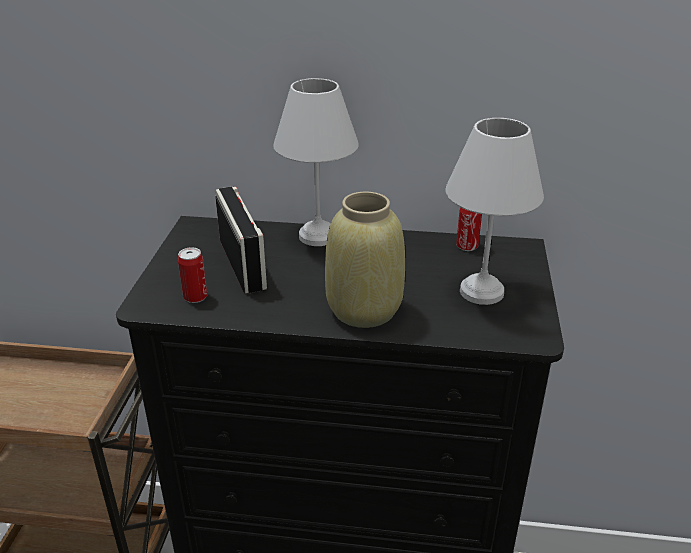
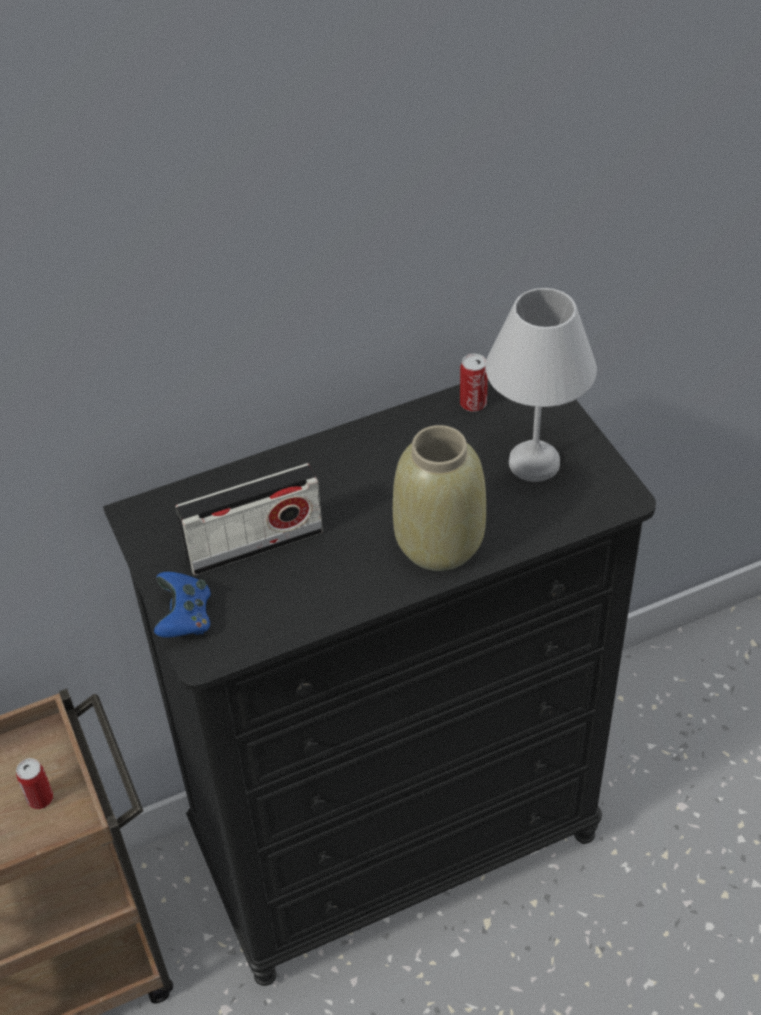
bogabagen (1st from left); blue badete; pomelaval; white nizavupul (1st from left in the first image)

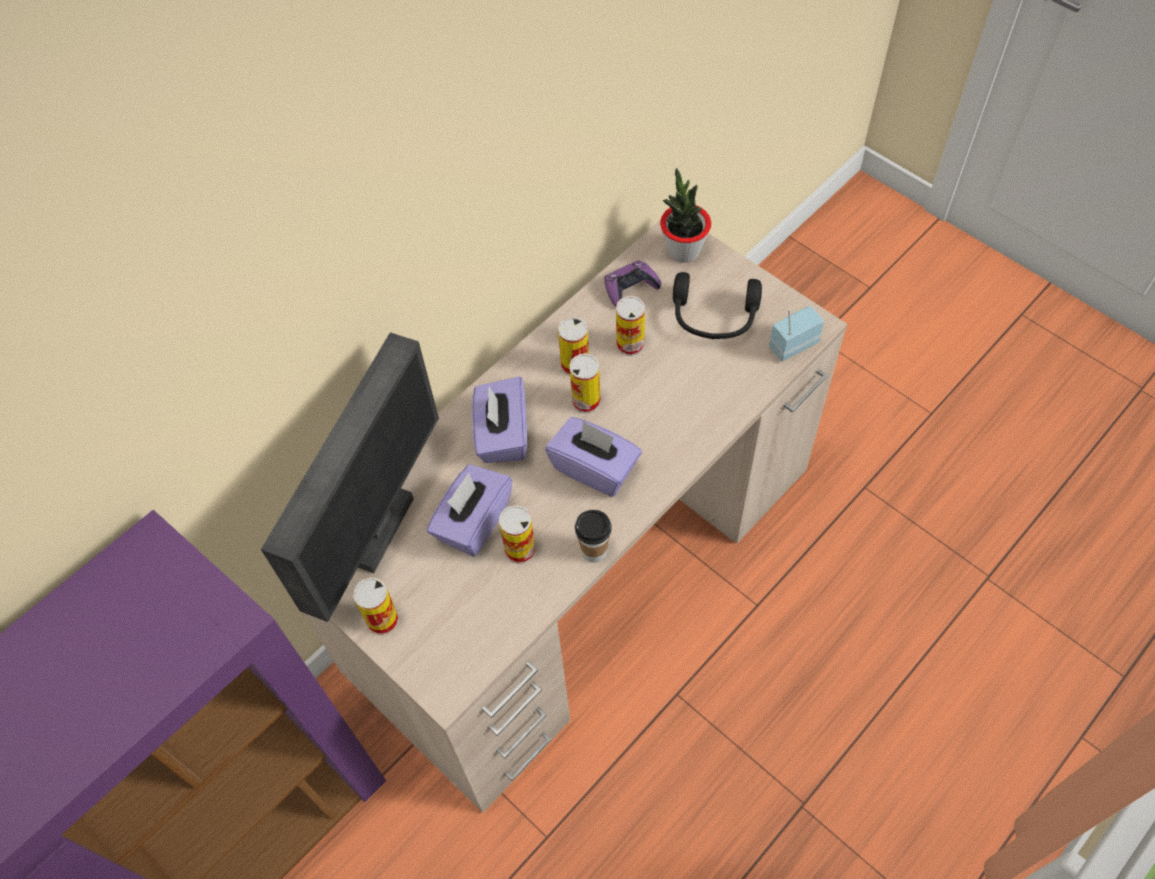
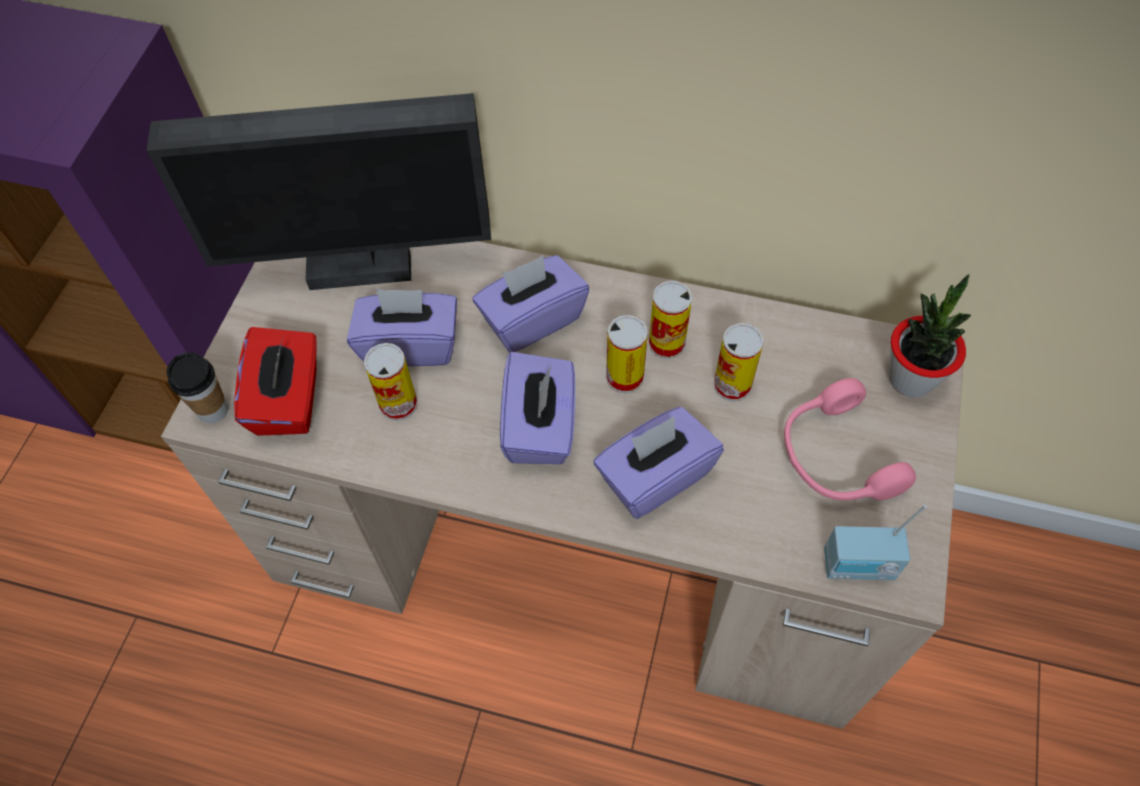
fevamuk; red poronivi; purple poronivi (4th from left); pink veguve; pomelaval; bogabagen (1st from left in the first image); purple badete

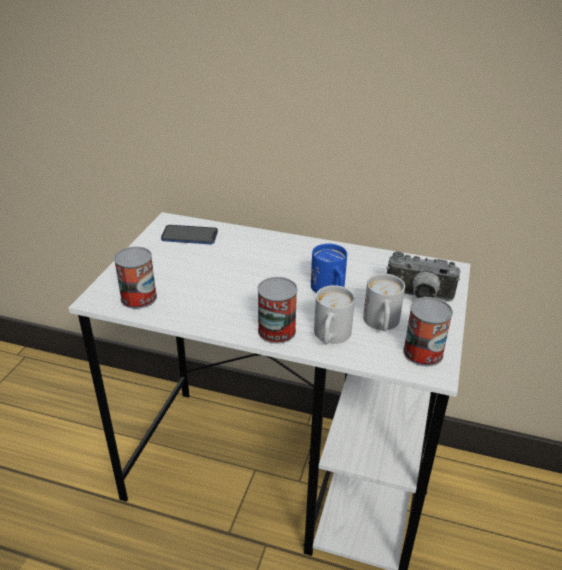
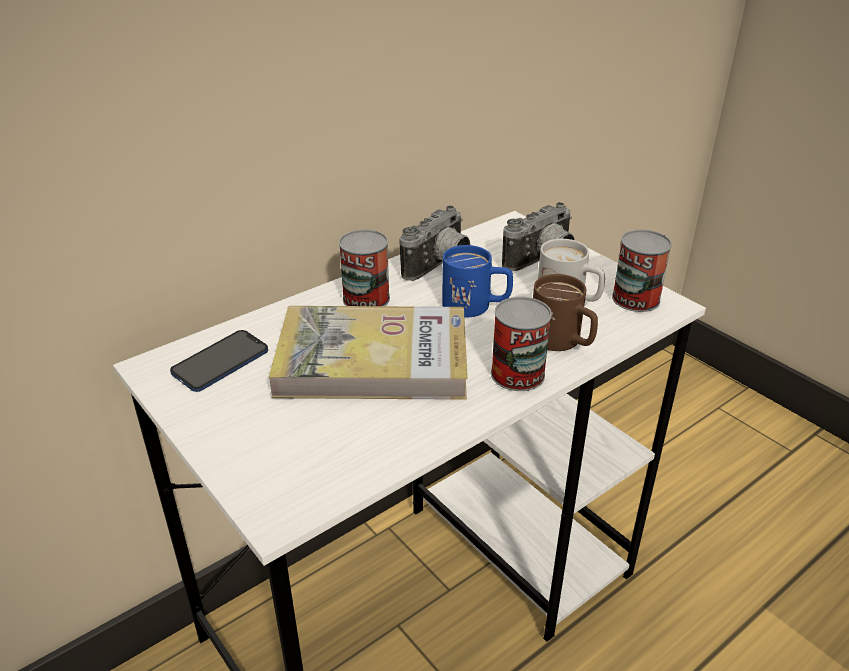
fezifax; bogabagen (1st from left); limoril (1st from left); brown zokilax

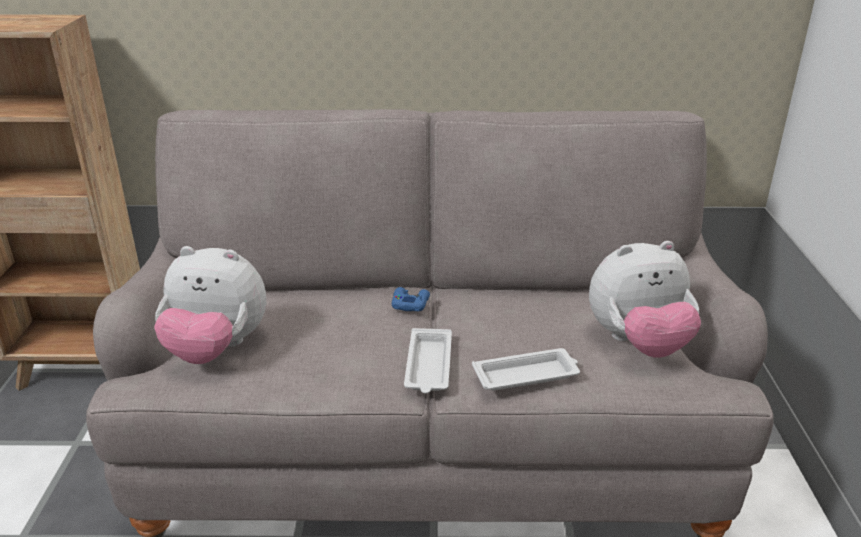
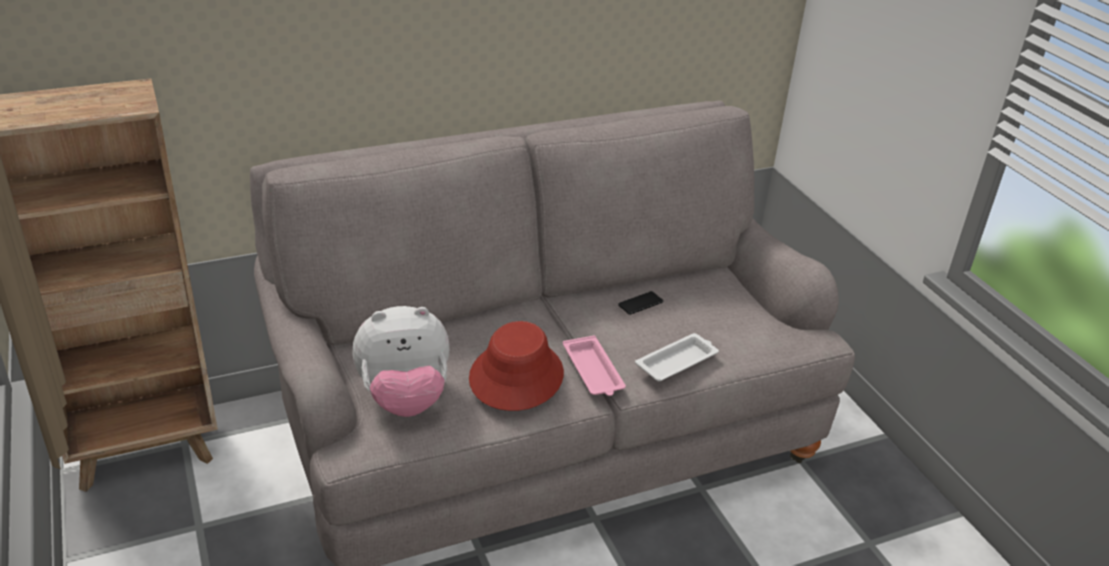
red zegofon; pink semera; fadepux; blue badete; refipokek (2nd from left in the first image)

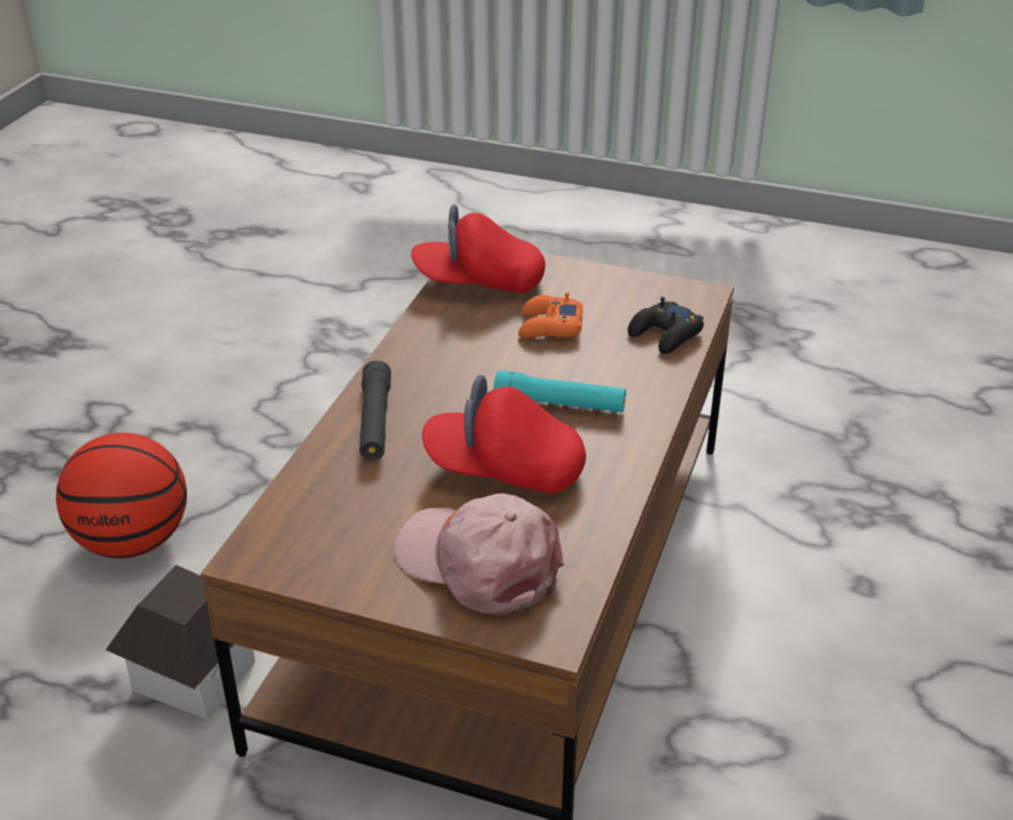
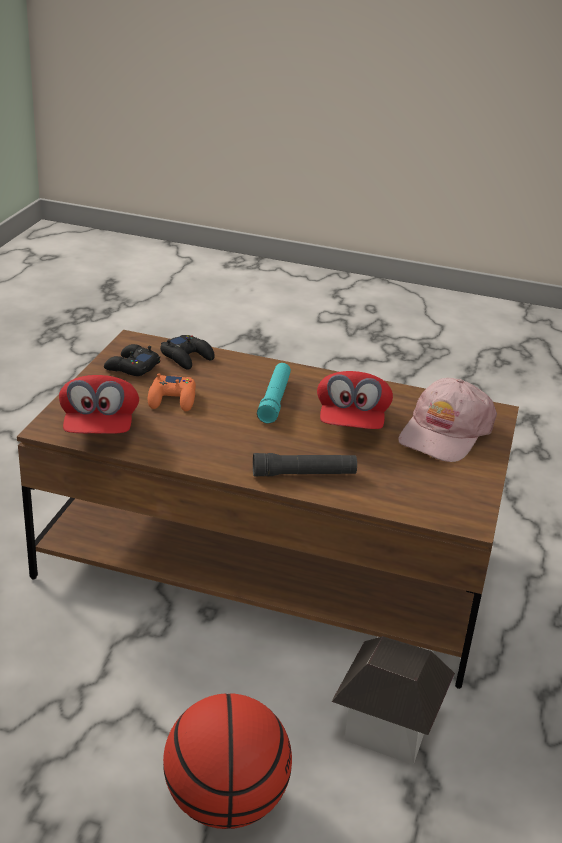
black badete (1st from left)

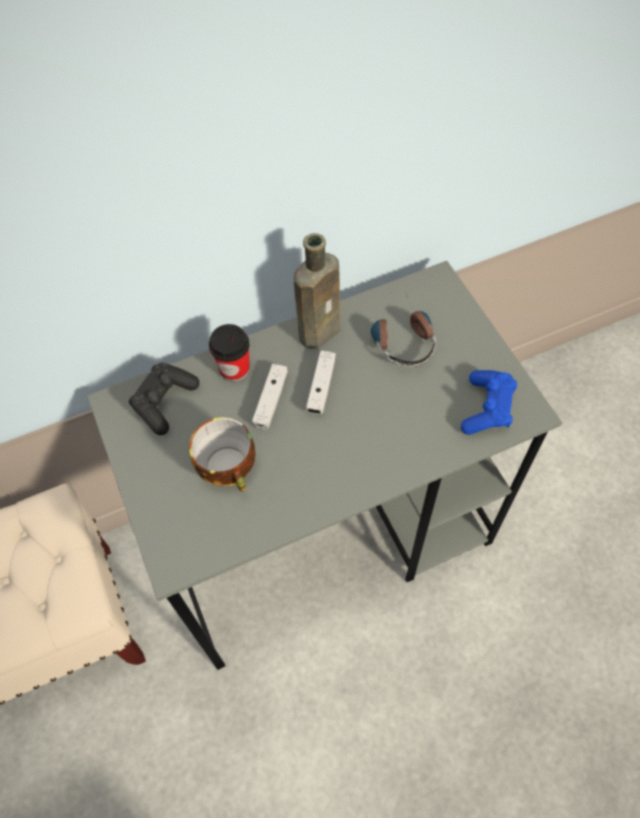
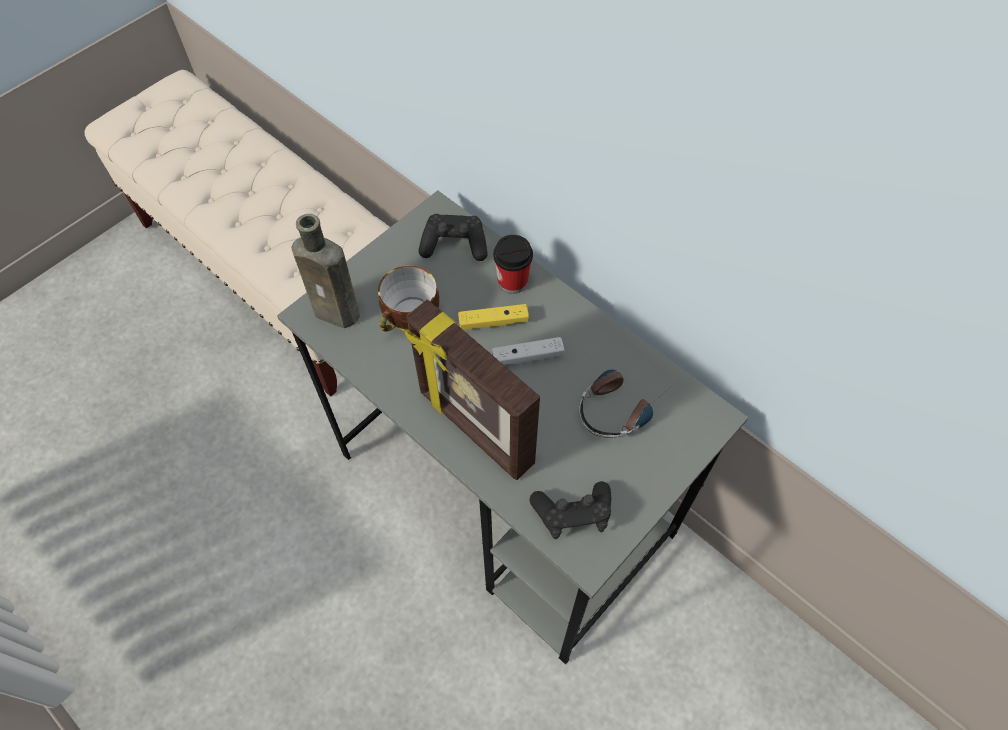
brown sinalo; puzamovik; yellow badete; black badete (2nd from left)

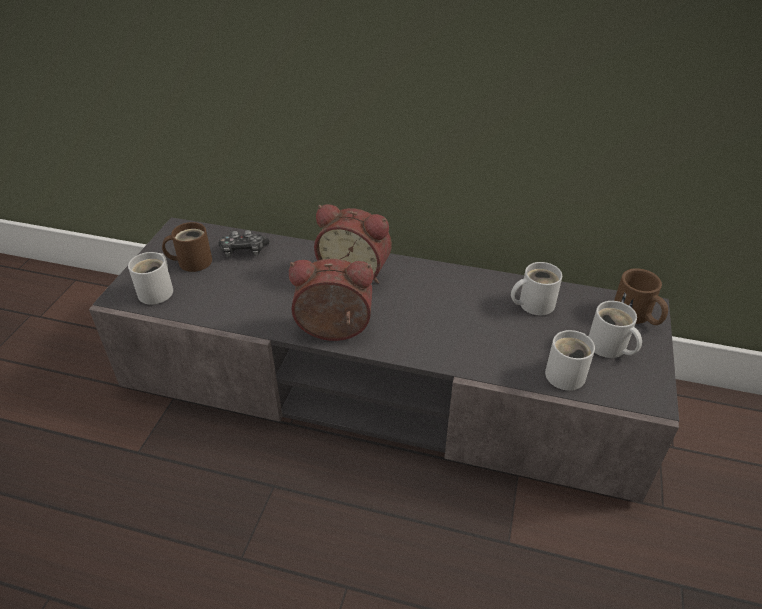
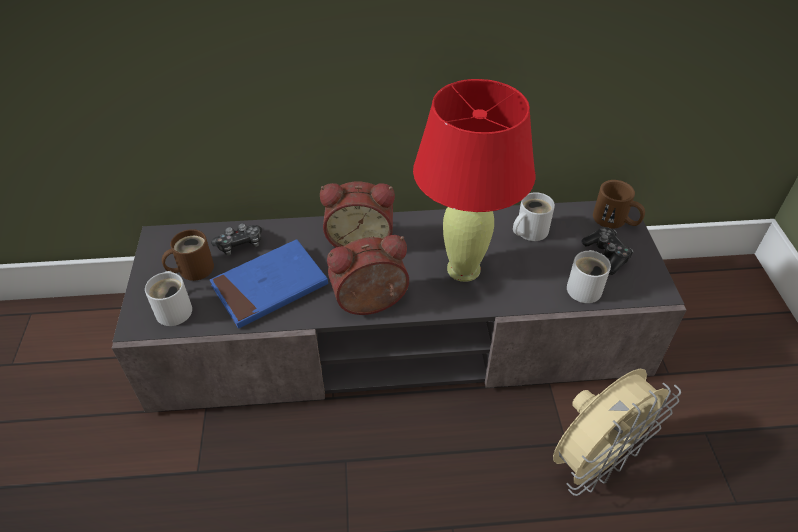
blue fezifax; red nizavupul; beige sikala; badete (2nd from left)

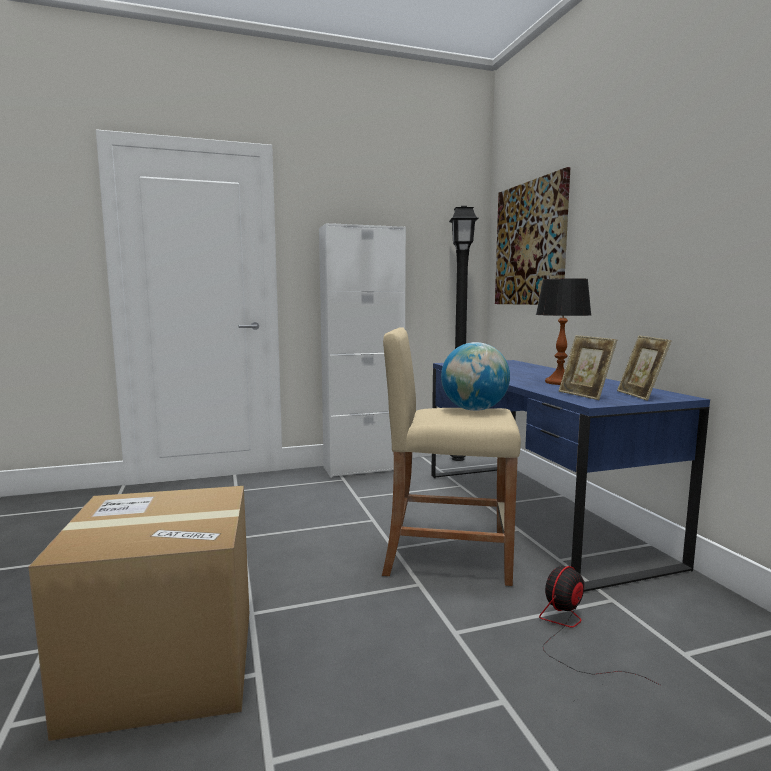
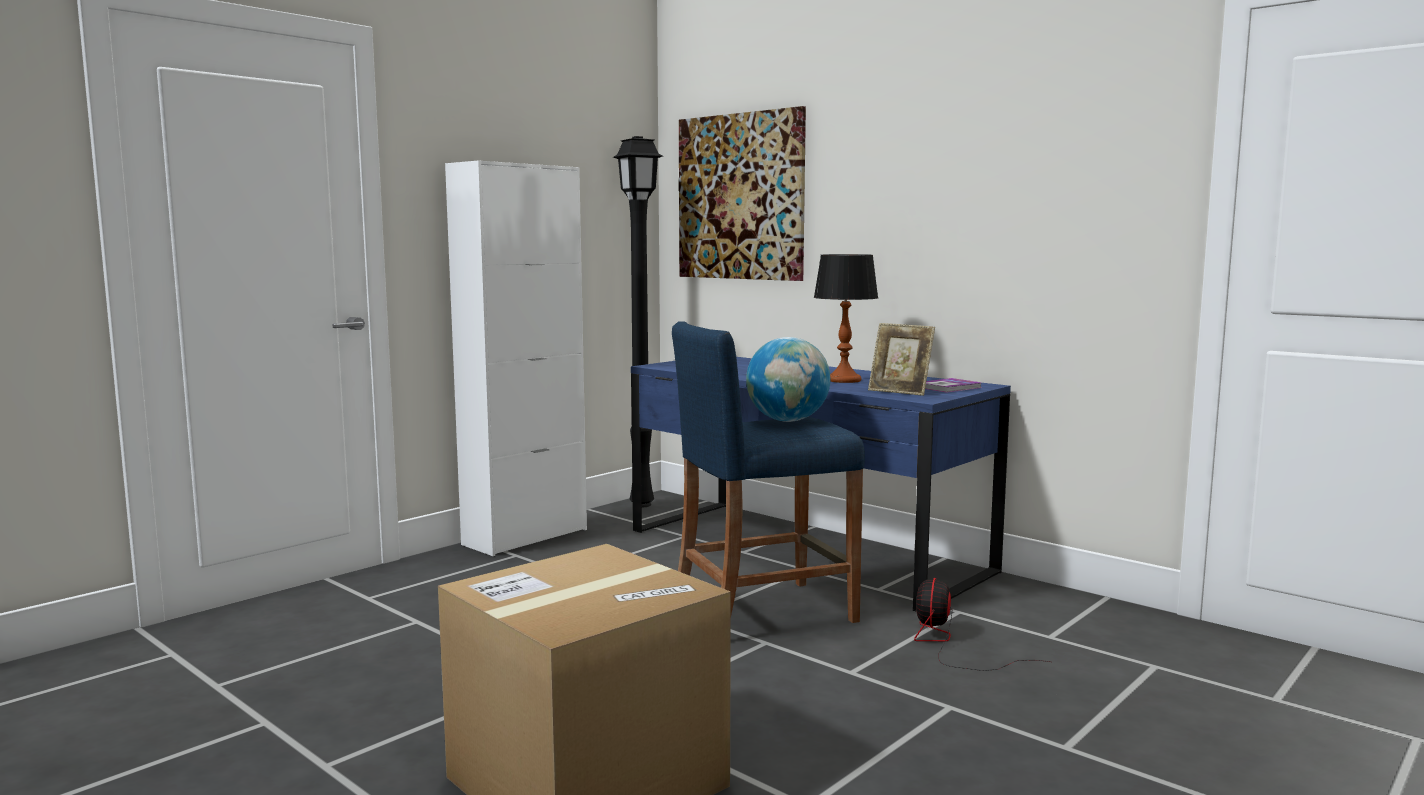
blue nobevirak; fezifax

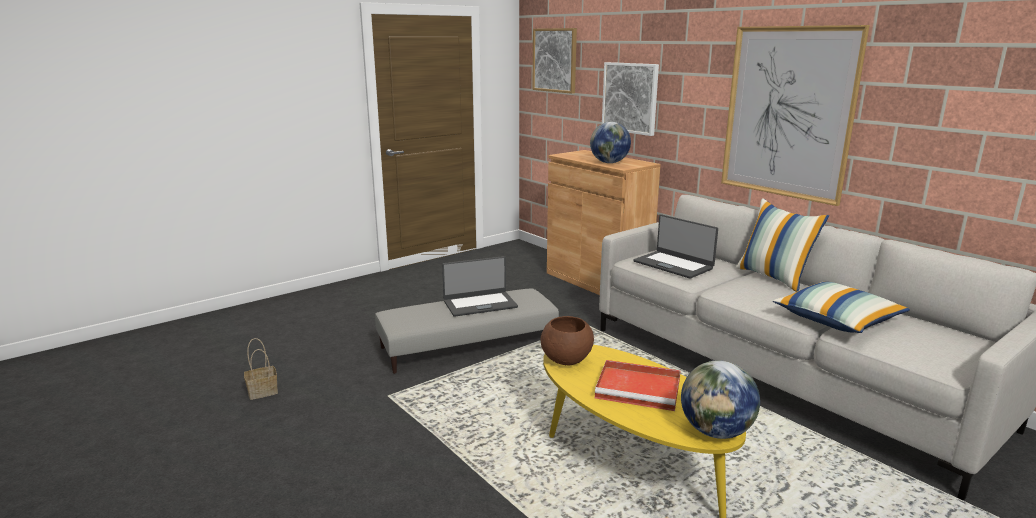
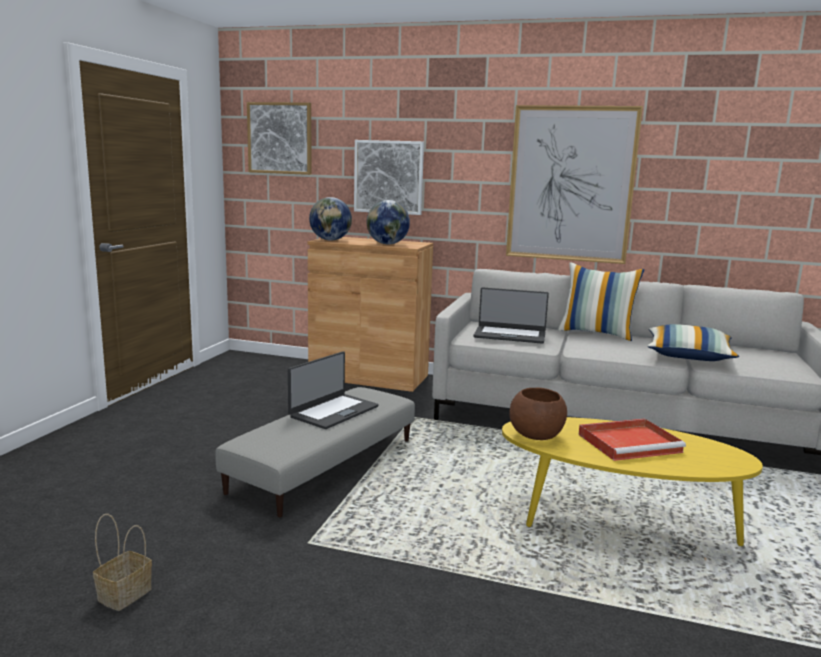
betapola (1st from left)

